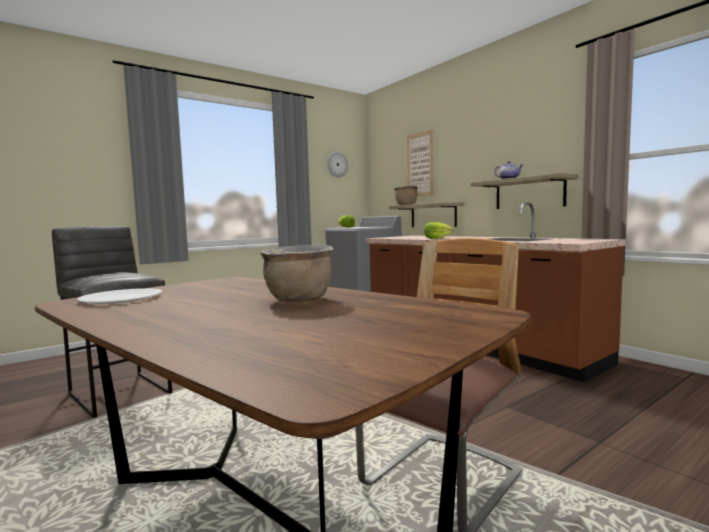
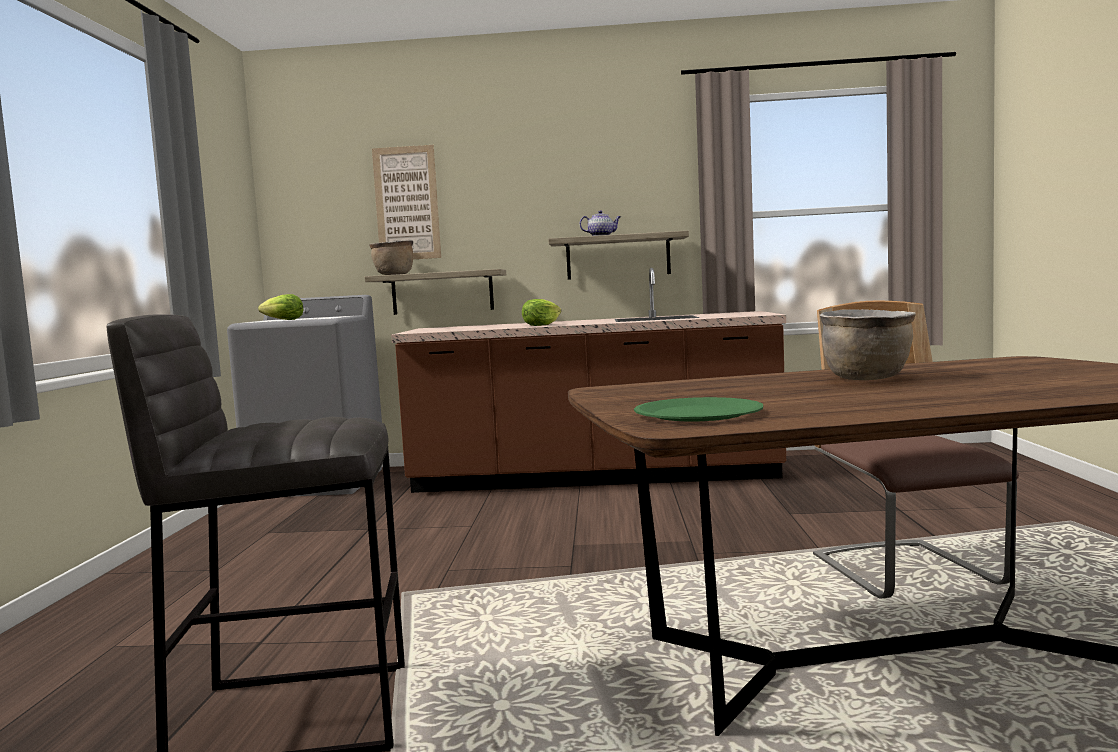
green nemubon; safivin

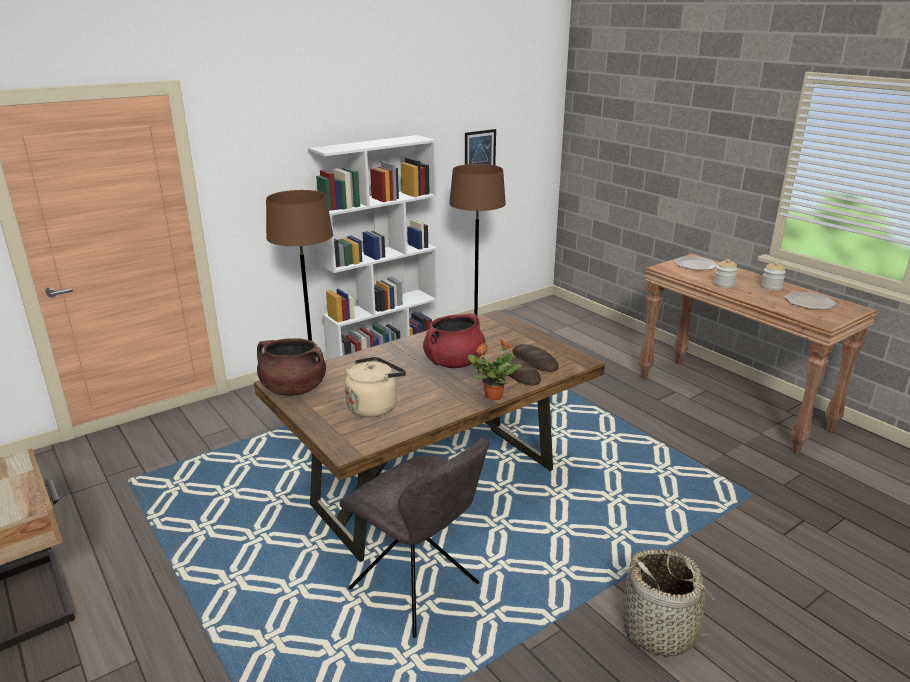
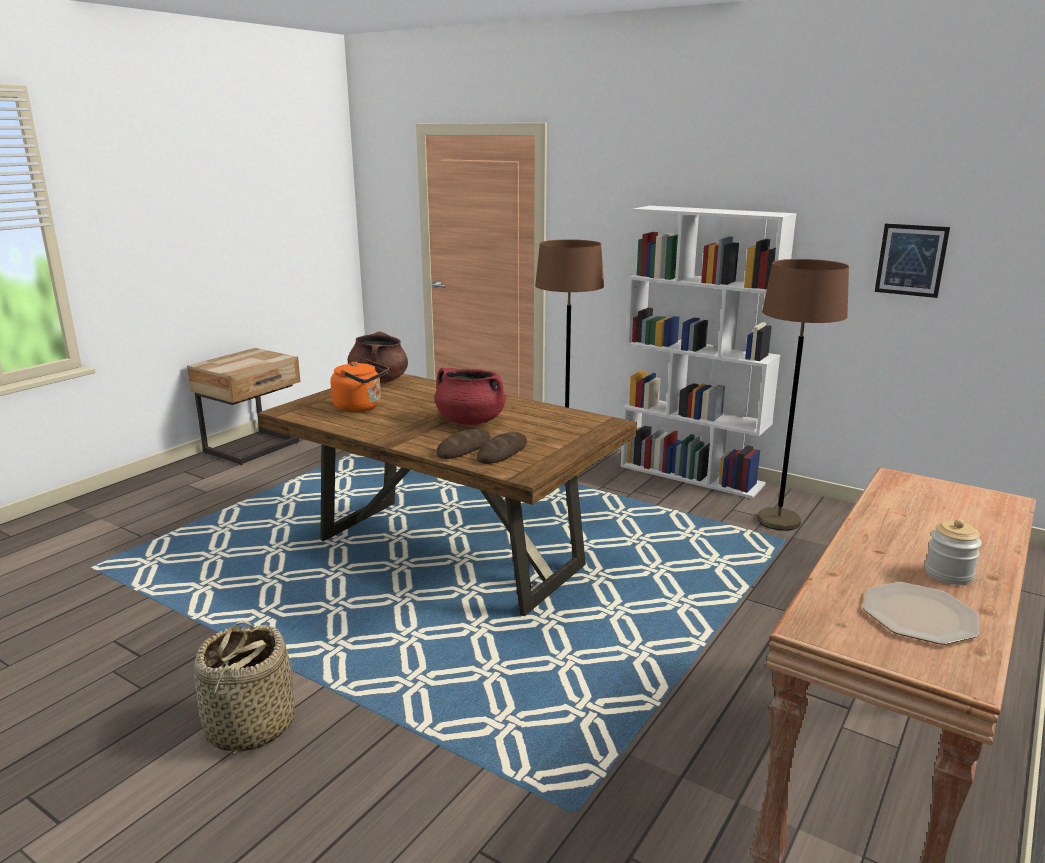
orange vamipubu; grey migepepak; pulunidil; nemubon (1st from left in the first image); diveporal (1st from left in the first image)

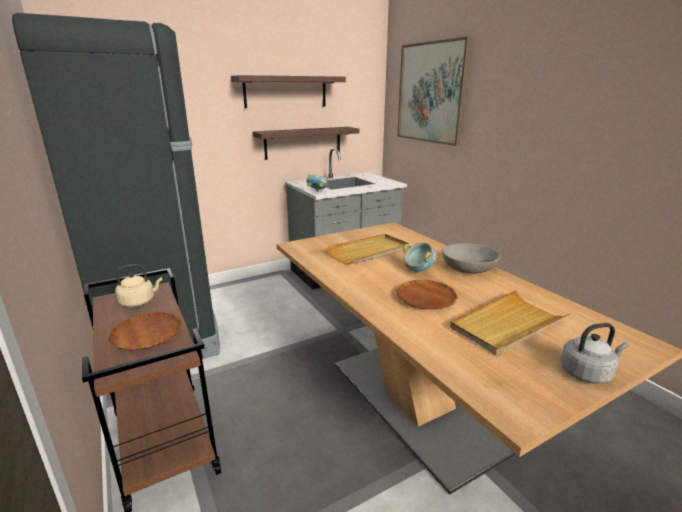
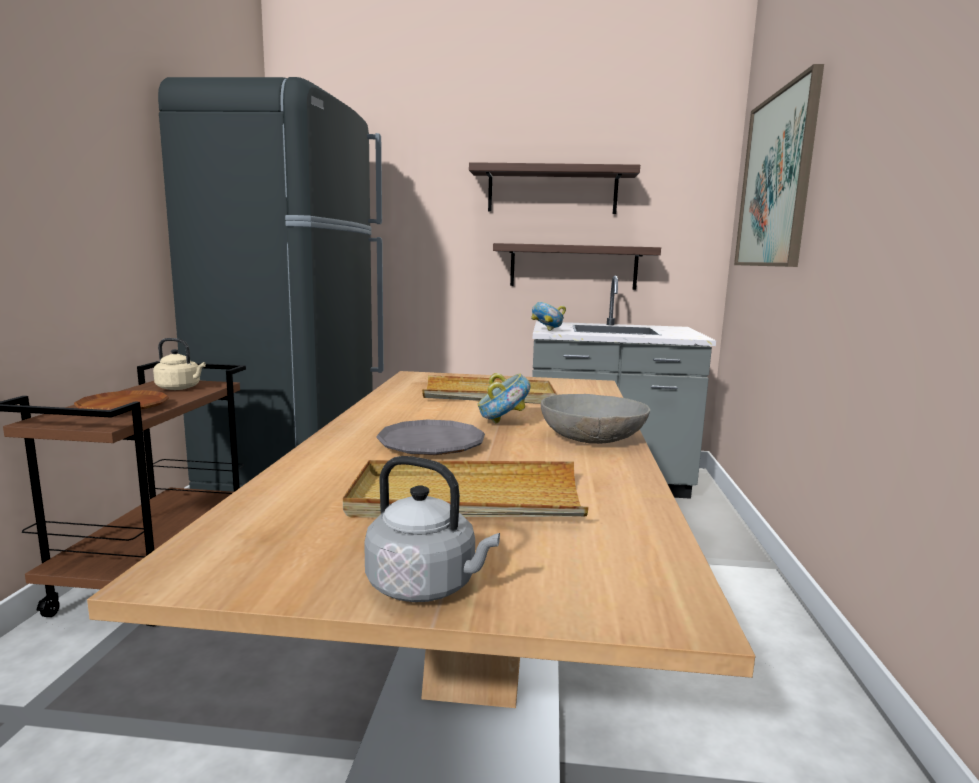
grey nemubon

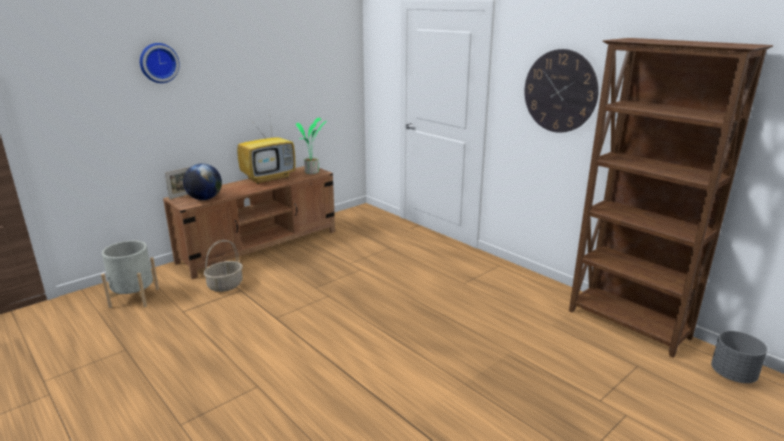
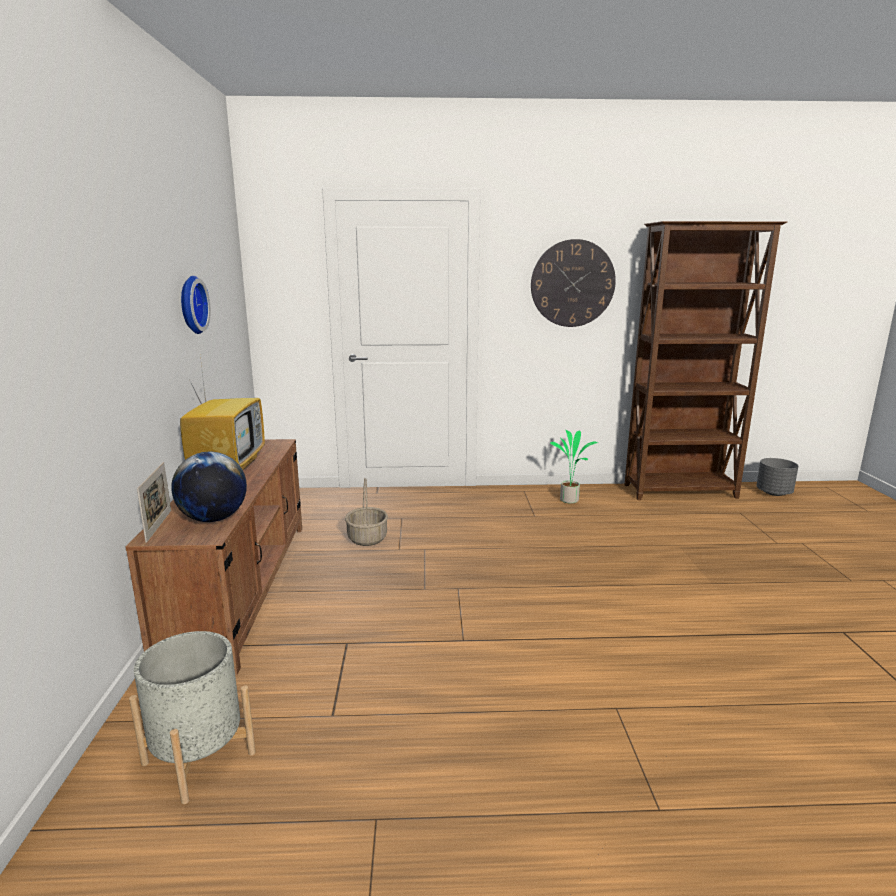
safivin (1st from left); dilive; pulunidil

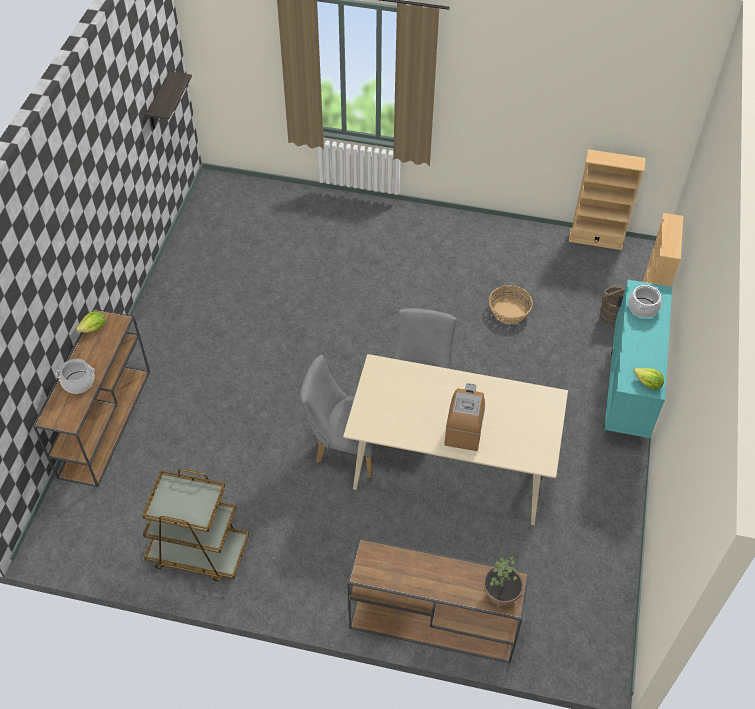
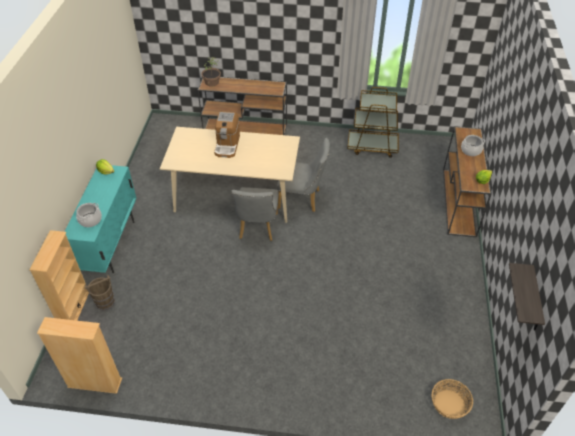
dilive

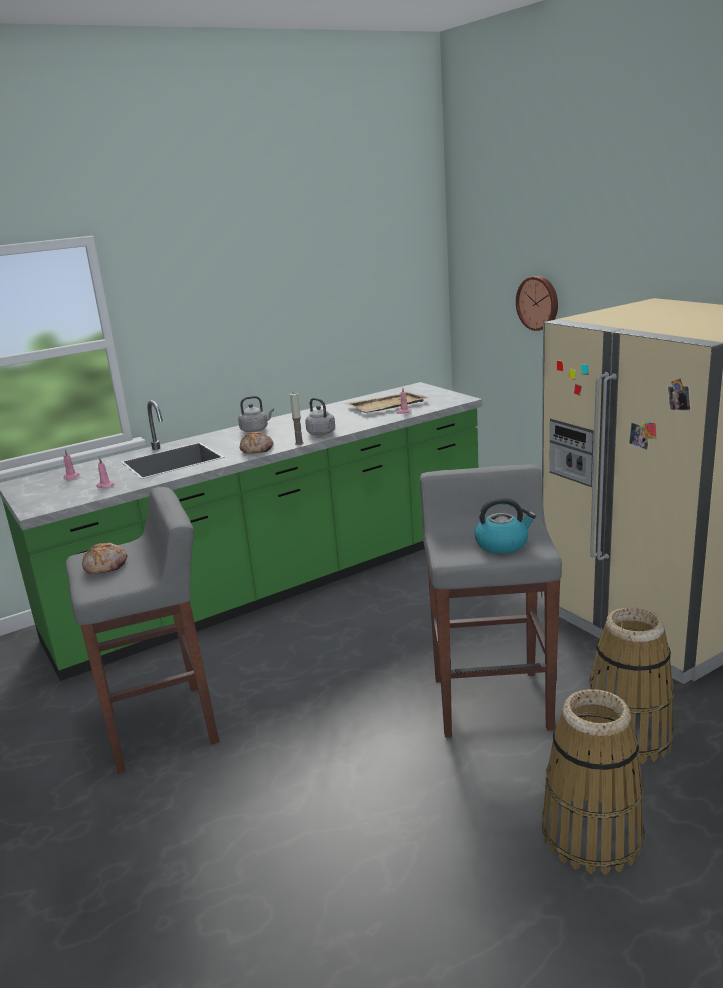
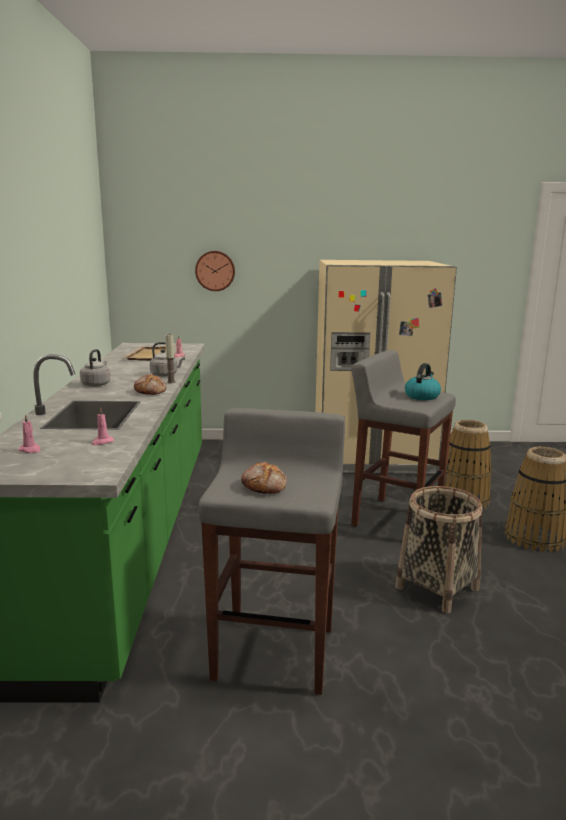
dilive (1st from left)

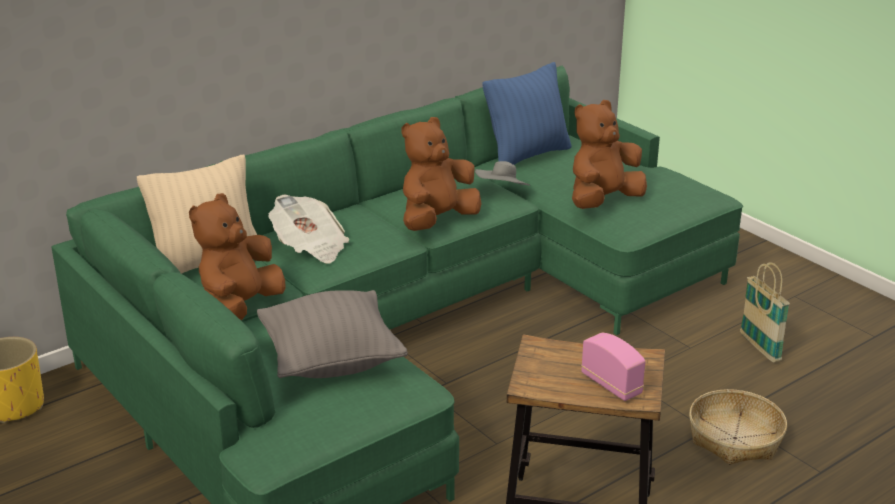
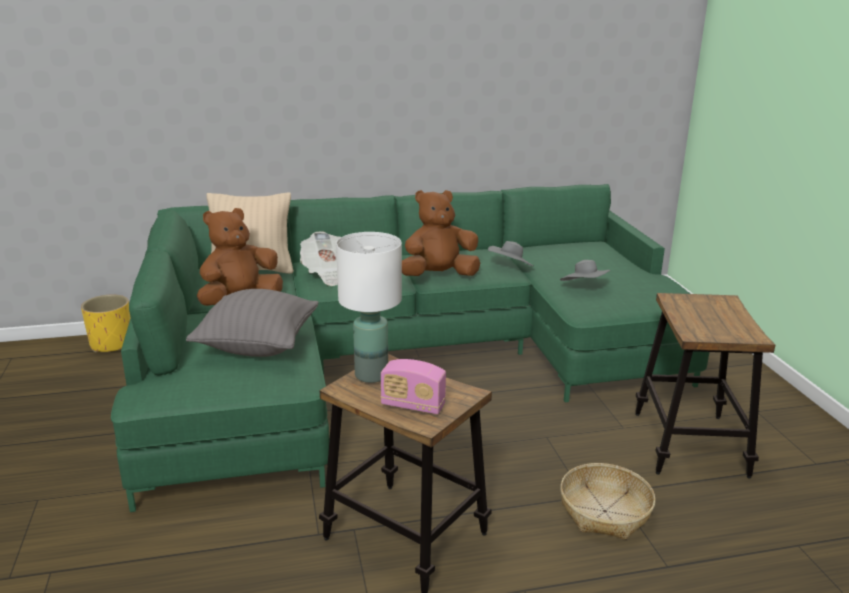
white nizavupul; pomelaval; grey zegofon (2nd from left); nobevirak (2nd from left); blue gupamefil

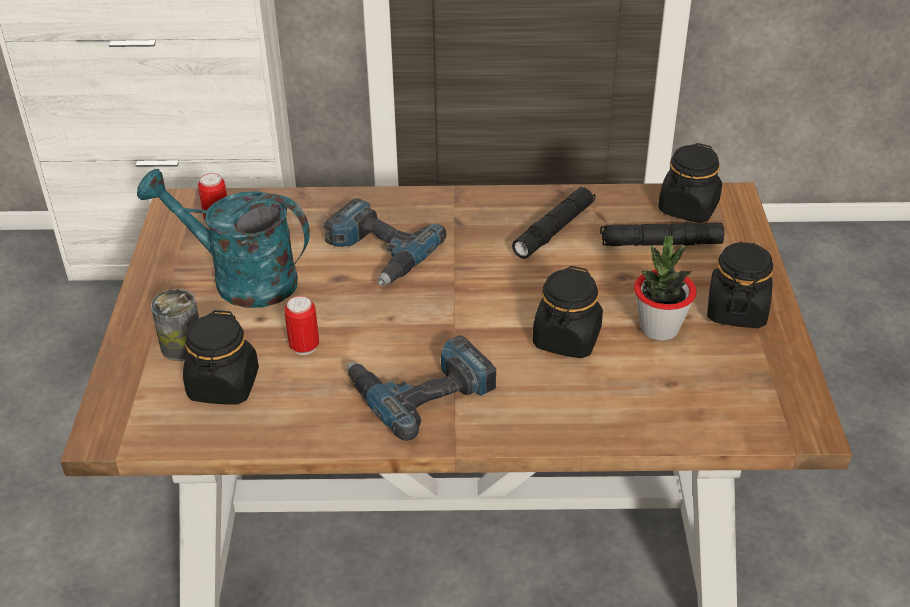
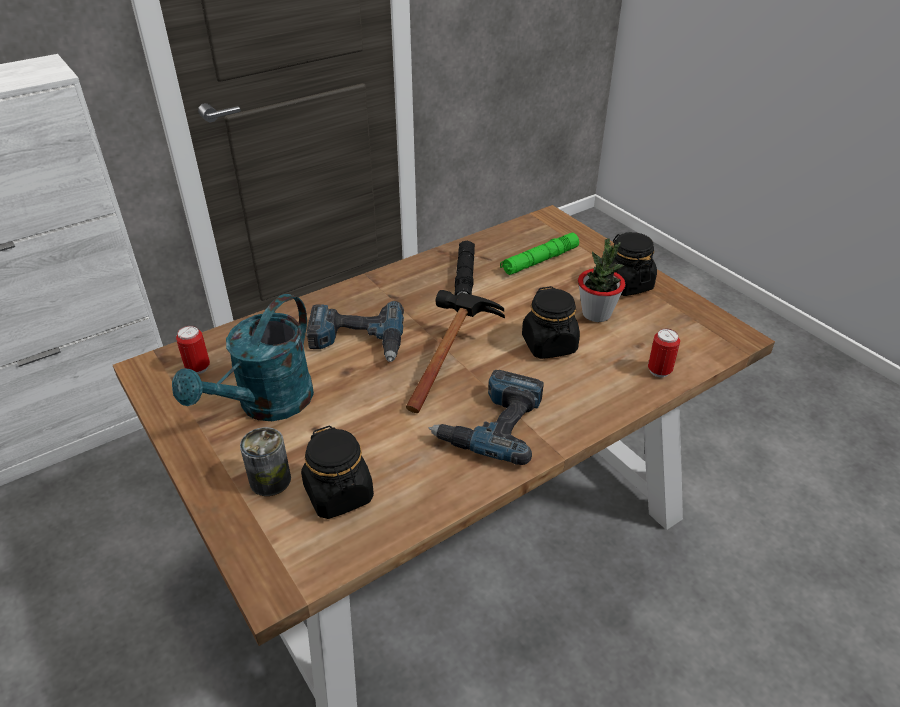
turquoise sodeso; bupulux; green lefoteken; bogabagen (3rd from left); black diveporal (3rd from left in the first image)

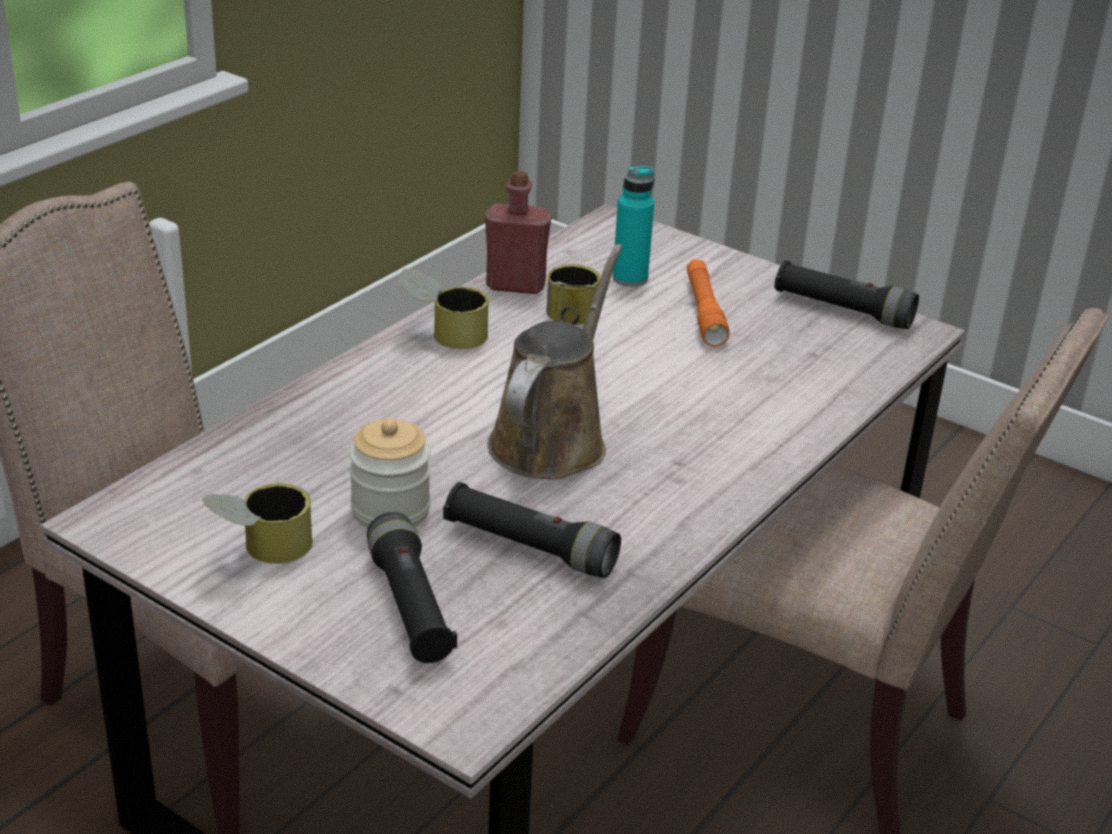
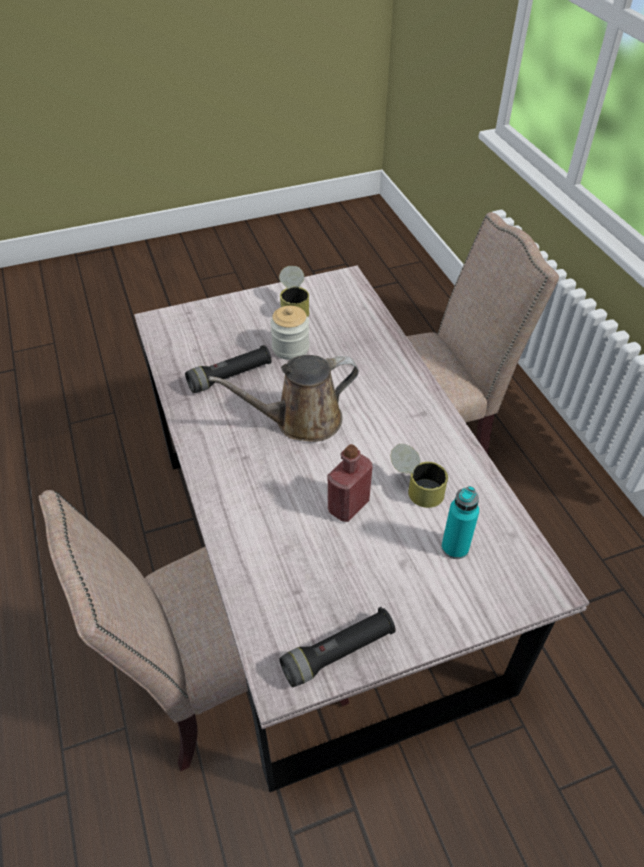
brown sodeso; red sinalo; black lefoteken (1st from left in the first image); bogabagen (2nd from left in the first image); orange lefoteken

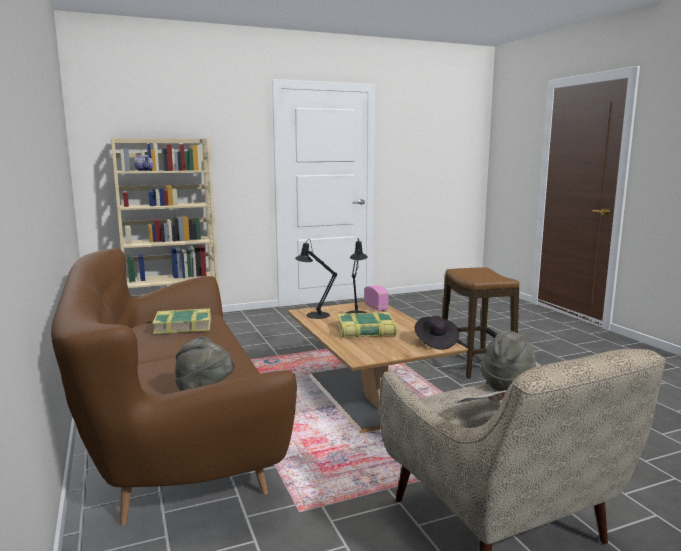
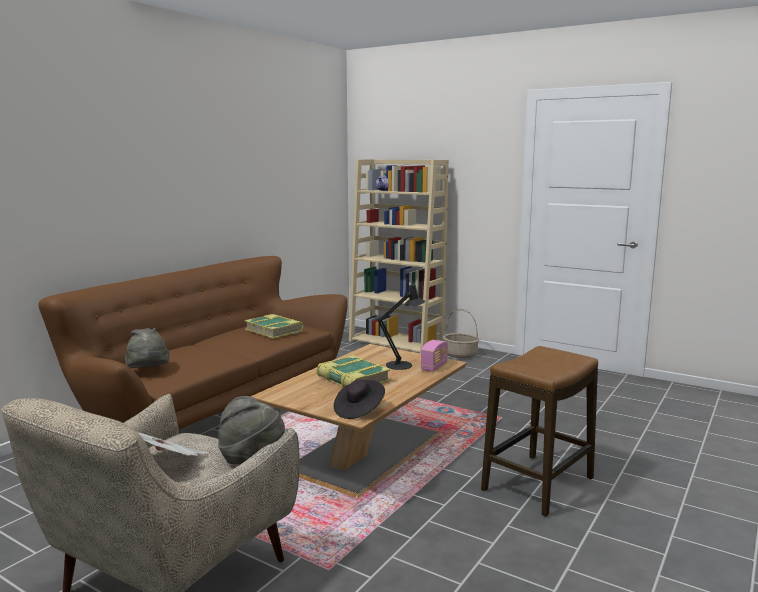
dilive; black nizavupul (1st from left in the first image)

